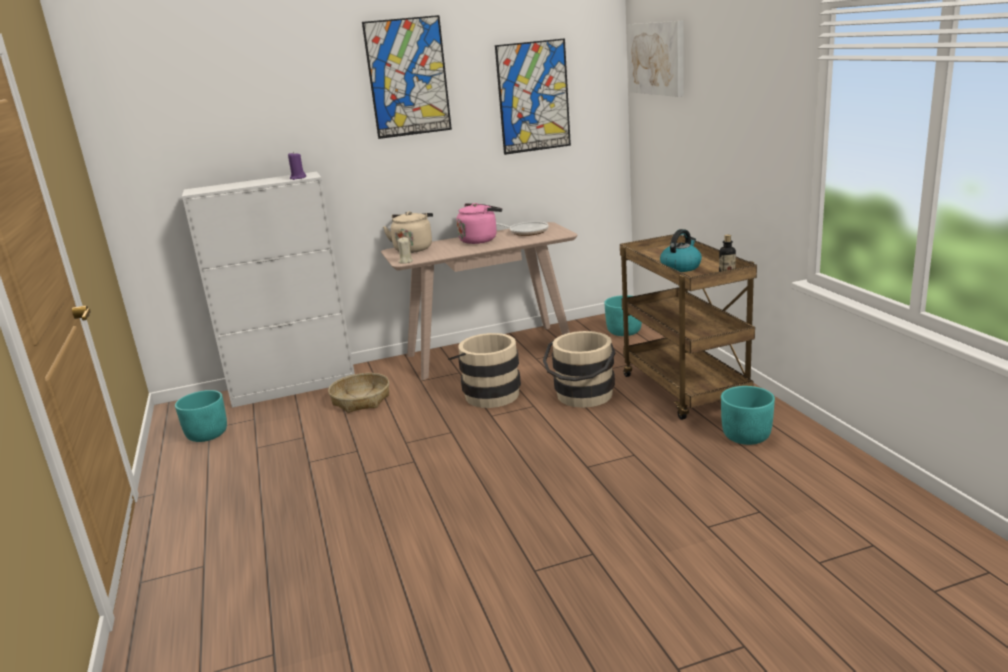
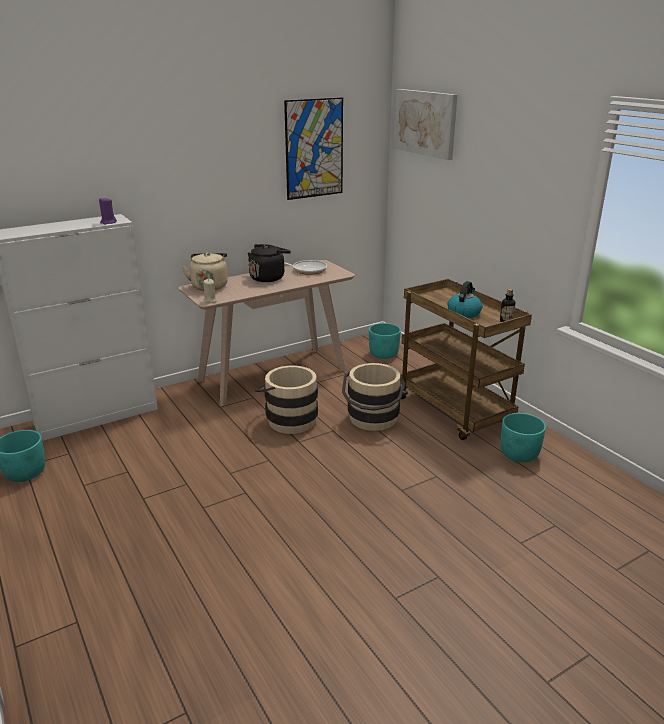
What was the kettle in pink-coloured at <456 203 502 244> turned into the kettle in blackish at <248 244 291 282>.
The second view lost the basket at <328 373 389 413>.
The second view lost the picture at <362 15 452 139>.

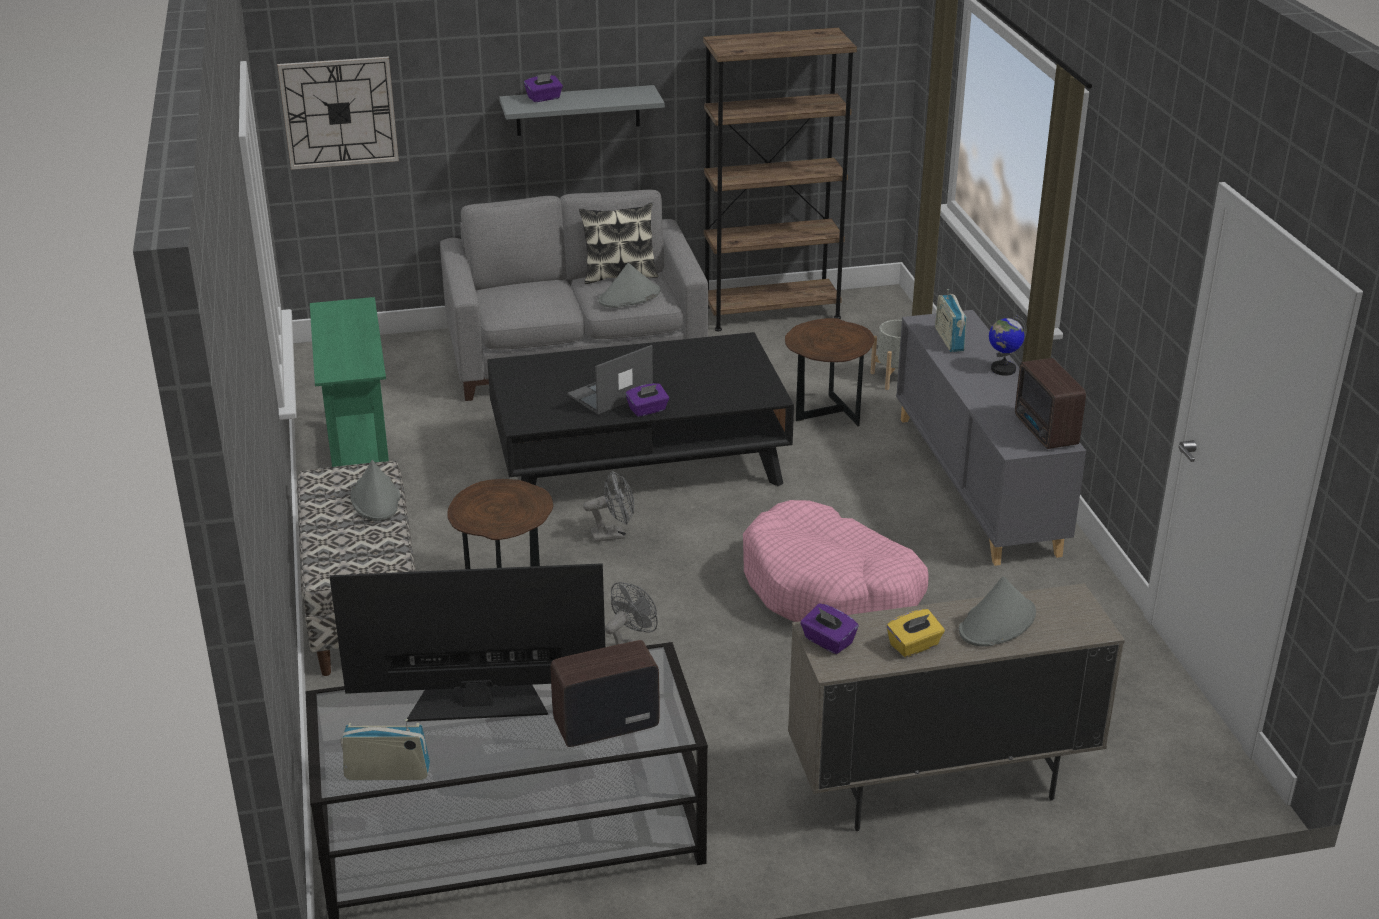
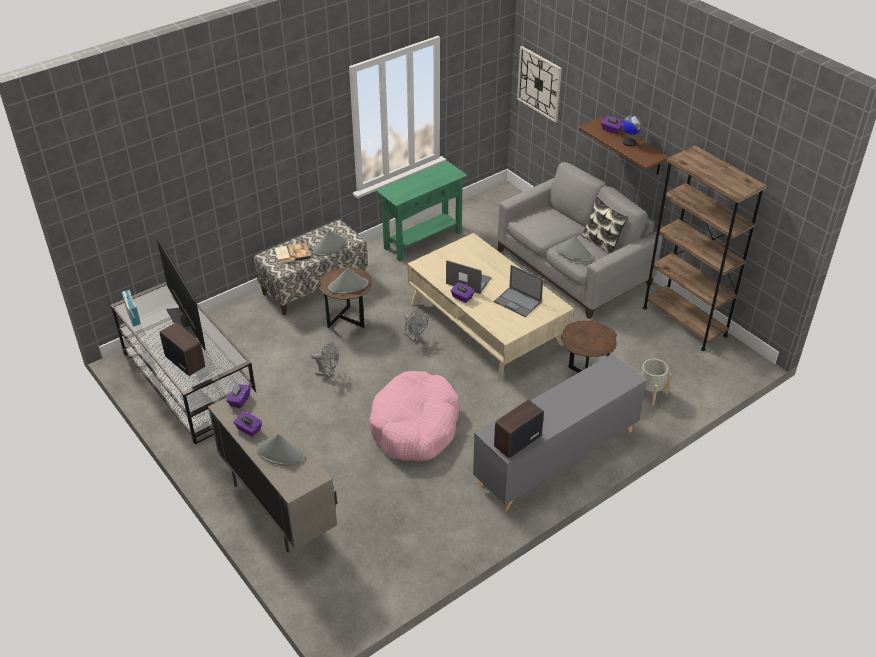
What was the box of tissues in yellowish at <887 609 945 657> turned into the box of tissues in purple at <234 411 262 437>.
The second view gained the bound book at <275 243 311 264>.
The second view gained the hat in gray at <328 268 368 294>.
What was the low table in blackish at <487 332 794 486> turned into the low table in sand-coloured at <407 233 574 381>.
The second view gained the notebook computer at <494 265 544 317>.
What was the wall shelf in gray at <499 85 665 136> turned into the wall shelf in brown-coloured at <579 117 669 175>.
The globe ended up elsewhere, having gone from <989 315 1027 376> to <623 115 643 147>.
The second view lost the radio set at <935 289 966 352>.

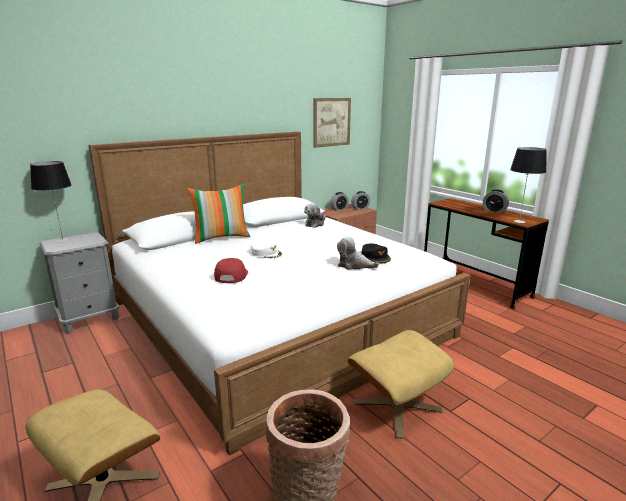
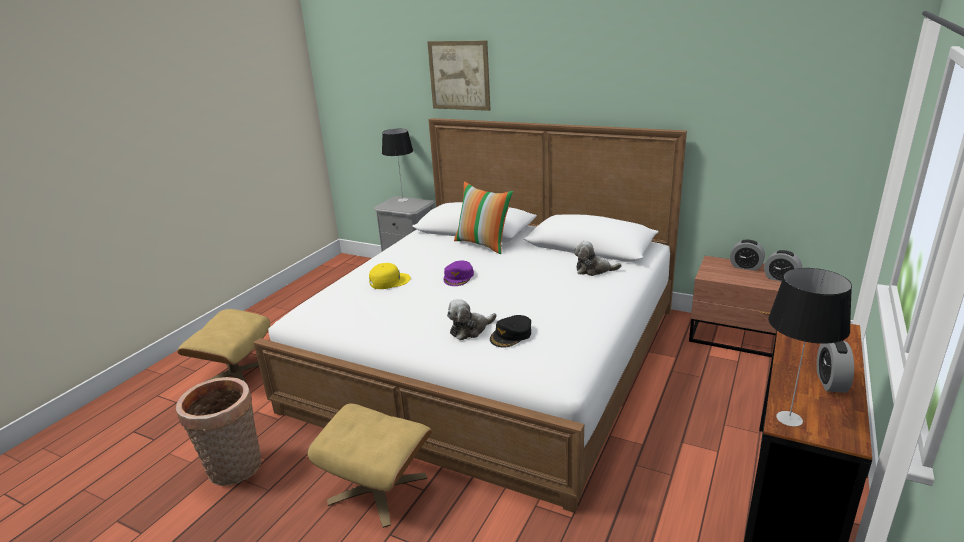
What was the peaked cap in red-coloured at <214 258 248 283> turned into the peaked cap in yellowish at <369 263 411 289>.
The picture ended up elsewhere, having gone from <314 98 351 148> to <428 41 491 111>.
What was the peaked cap in whitish at <251 241 282 259> turned into the peaked cap in purple at <444 261 474 286>.
The plush toy at <337 237 379 269> ended up facing another way, 120 degrees counterclockwise from before.

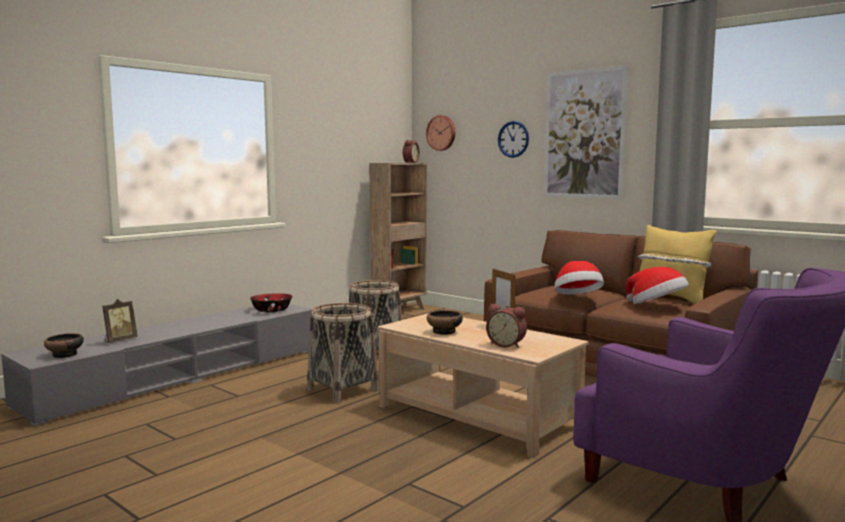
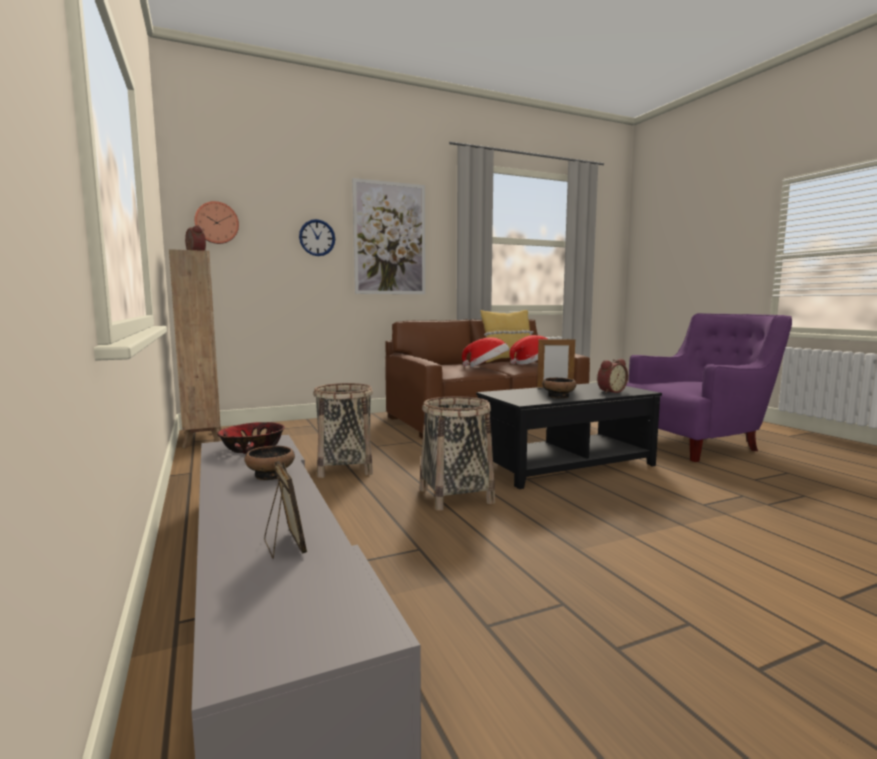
The bowl ended up elsewhere, having gone from <44 333 84 358> to <244 446 295 480>.
What was the low table in sand-coloured at <377 314 589 458> turned into the low table in blackish at <476 383 662 489>.

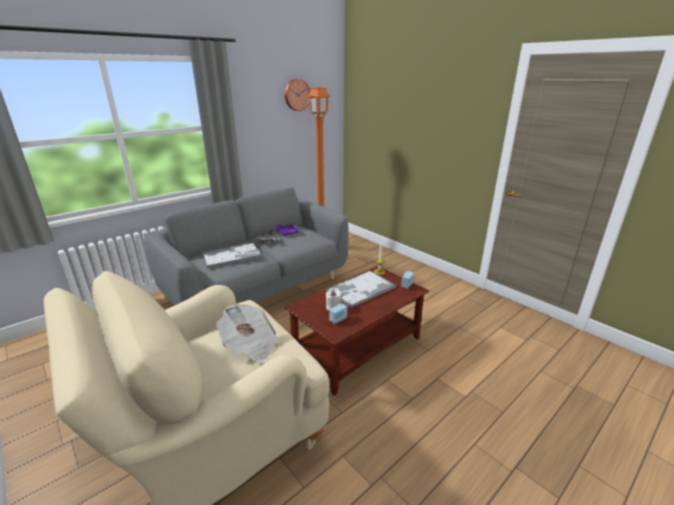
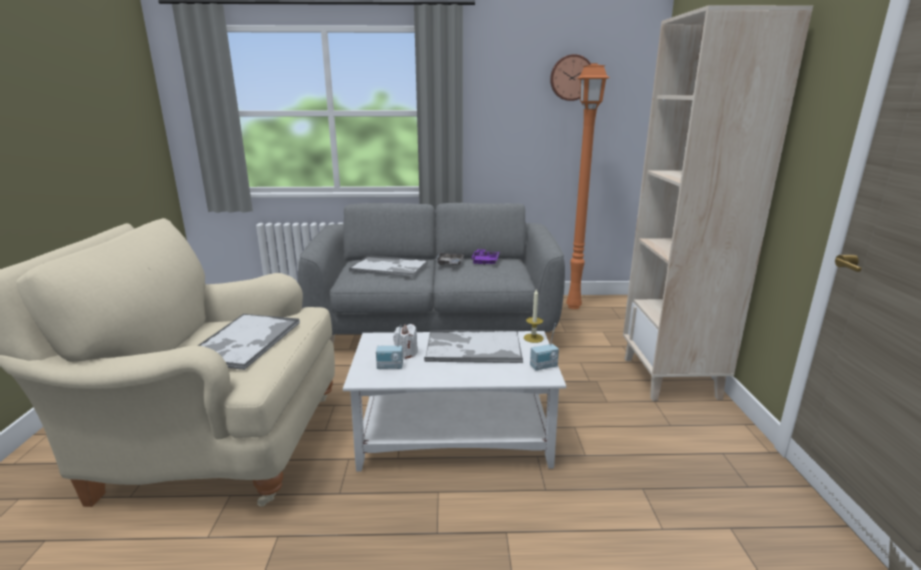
Where the daily paper stood at <216 305 279 363>, the serving tray came to stand at <197 314 300 370>.
What was the low table in brown-coloured at <285 266 429 396> turned into the low table in whitish at <343 331 566 472>.
The second view gained the bookcase in sand-coloured at <623 5 813 401>.

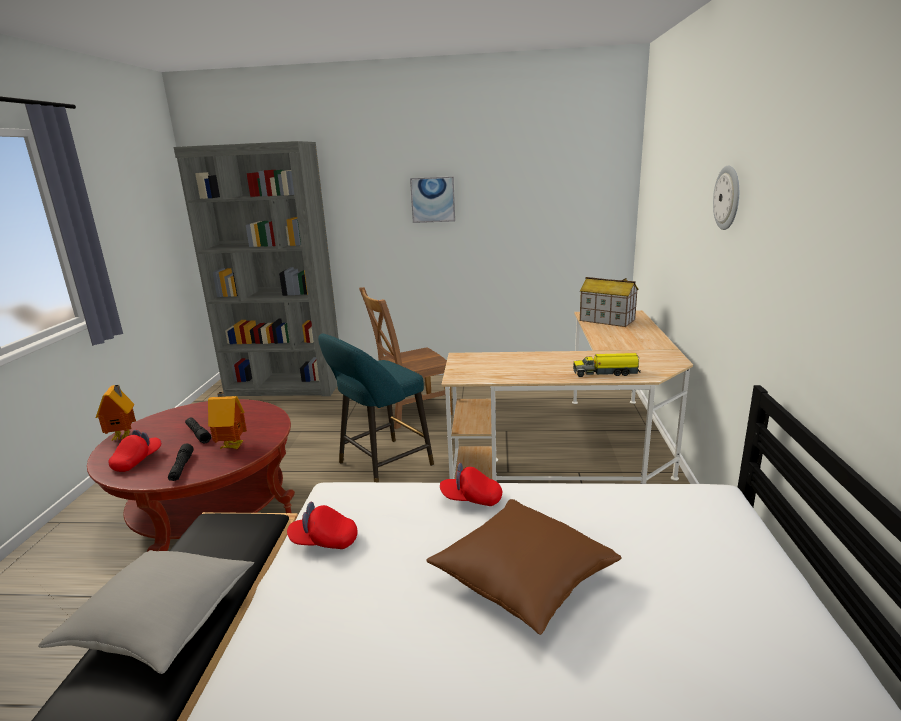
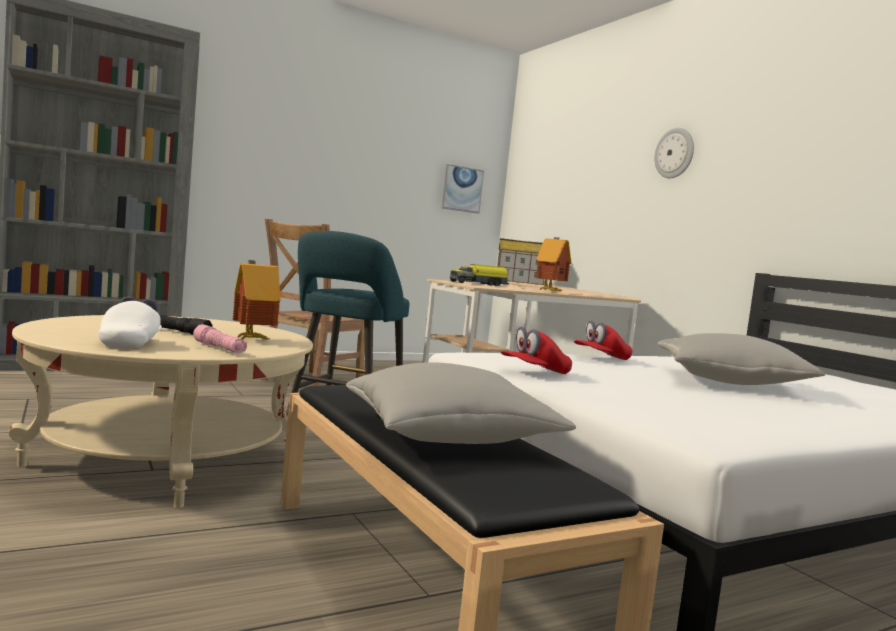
What was the low table in red-coloured at <87 399 295 552> turned into the low table in sand-coloured at <8 315 313 508>.
What was the peaked cap in red-coloured at <108 430 161 472> turned into the peaked cap in whitish at <99 296 162 349>.
What was the torch in blackish at <168 444 194 481> turned into the torch in pink-coloured at <193 324 247 353>.
The picture ended up elsewhere, having gone from <410 177 455 223> to <441 164 484 213>.
The model truck ended up elsewhere, having gone from <573 353 641 377> to <450 264 509 286>.
The miniature house ended up elsewhere, having gone from <96 385 136 441> to <536 237 572 291>.
What was the throw pillow in brown-coloured at <427 499 621 635> turned into the throw pillow in gray at <658 333 825 385>.

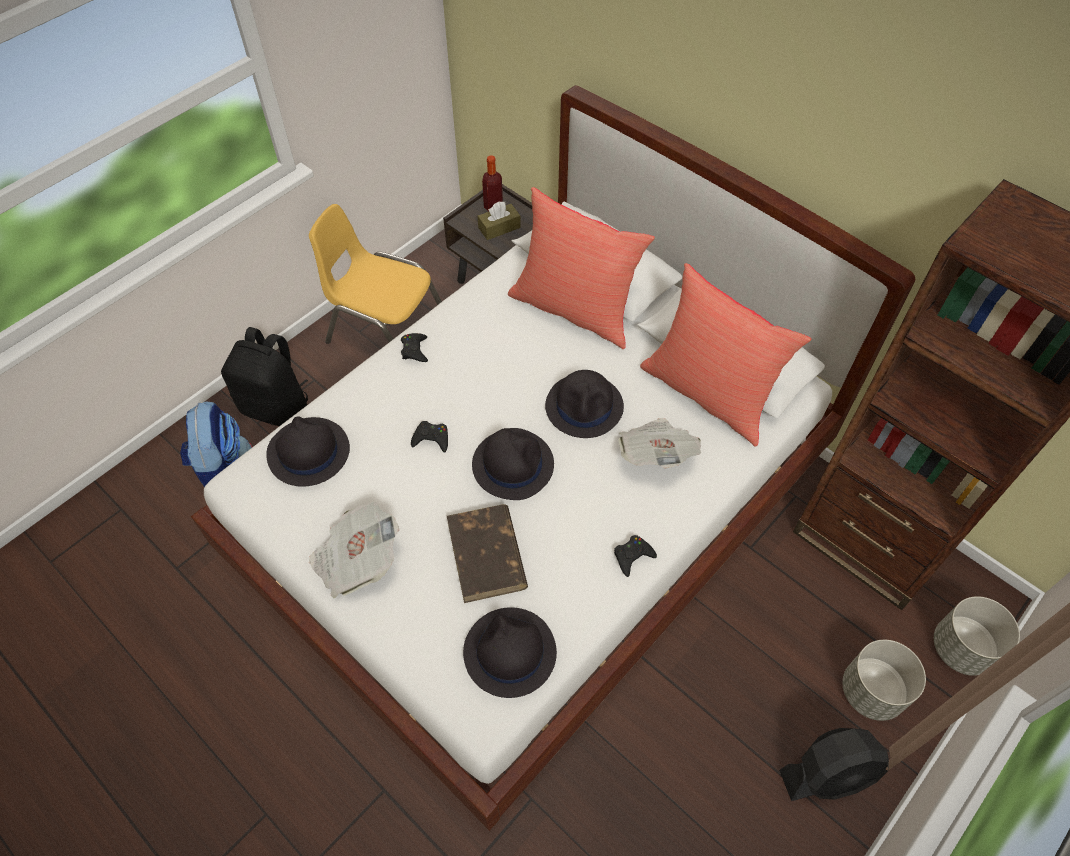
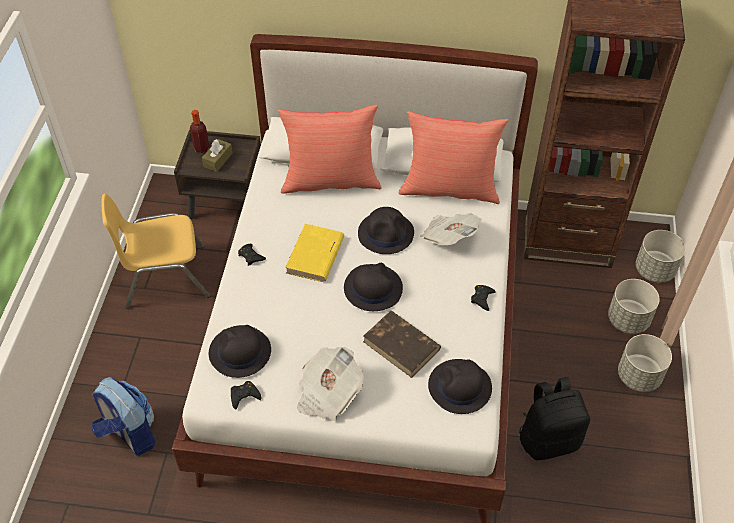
The game controller in blackish ended up elsewhere, having gone from <411 421 448 452> to <231 381 261 409>.
The second view gained the bound book in yellowish at <285 224 344 282>.
The knapsack in blackish ended up elsewhere, having gone from <221 327 308 426> to <519 377 590 461>.
Where the electric fan in blackish stood at <779 728 889 801>, the plant pot in gray came to stand at <618 334 672 392>.

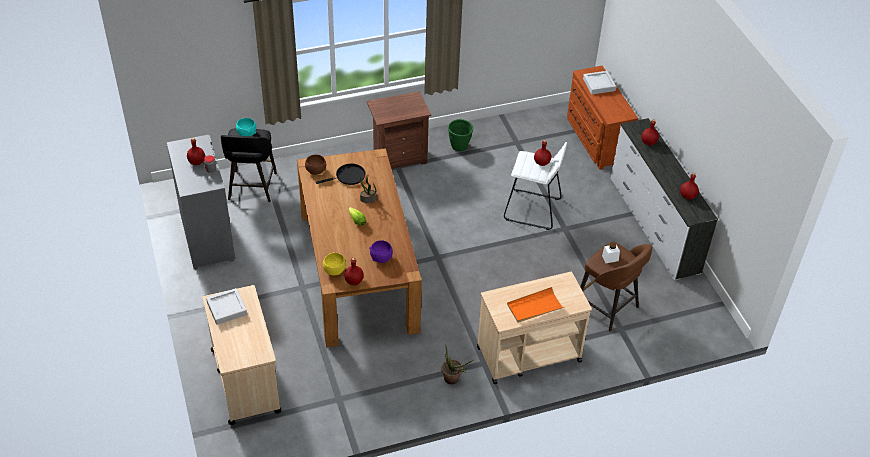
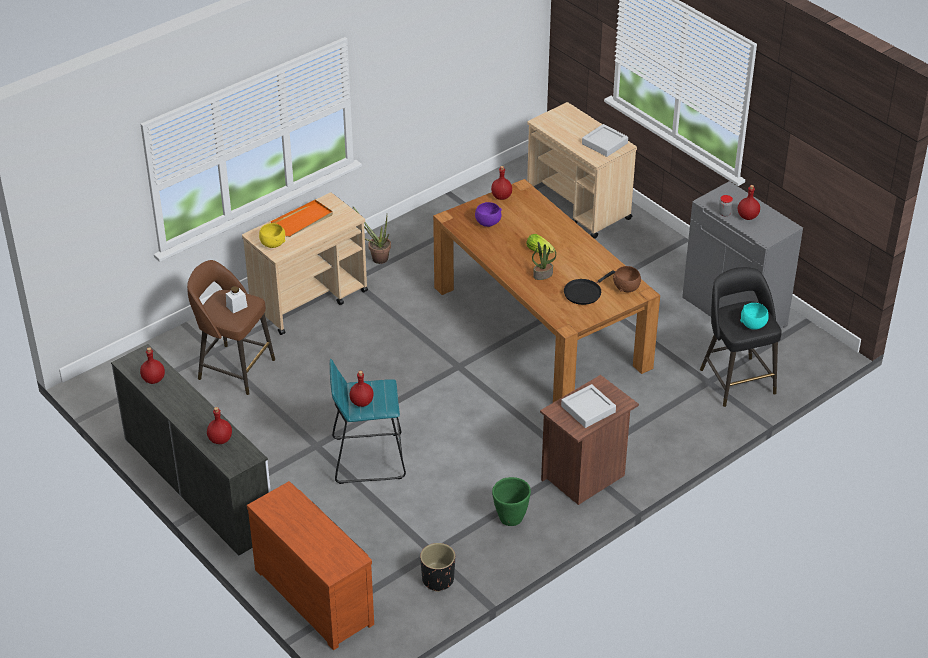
The bowl in yellowish ended up elsewhere, having gone from <323 252 346 276> to <259 223 286 248>.
What was the sitting stool in whitish at <504 142 567 230> turned into the sitting stool in turquoise at <330 359 406 484>.
The second view gained the plant pot in blackish at <420 543 455 592>.
The serving tray in gray ended up elsewhere, having gone from <583 71 616 94> to <561 384 616 428>.

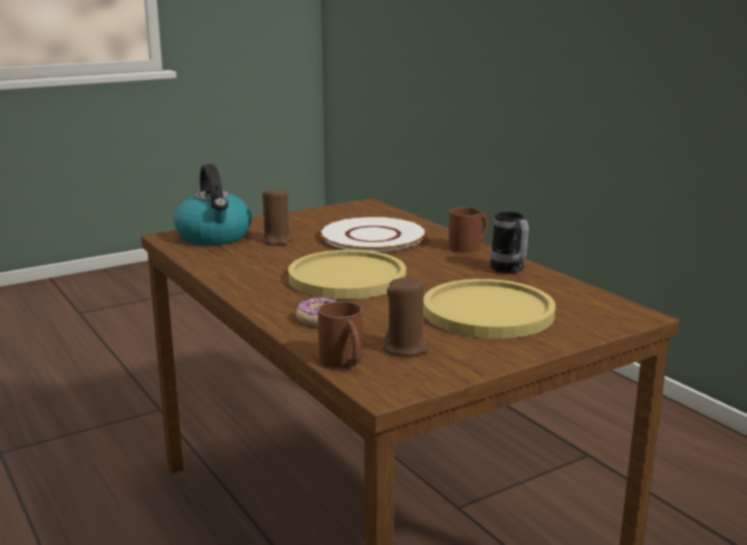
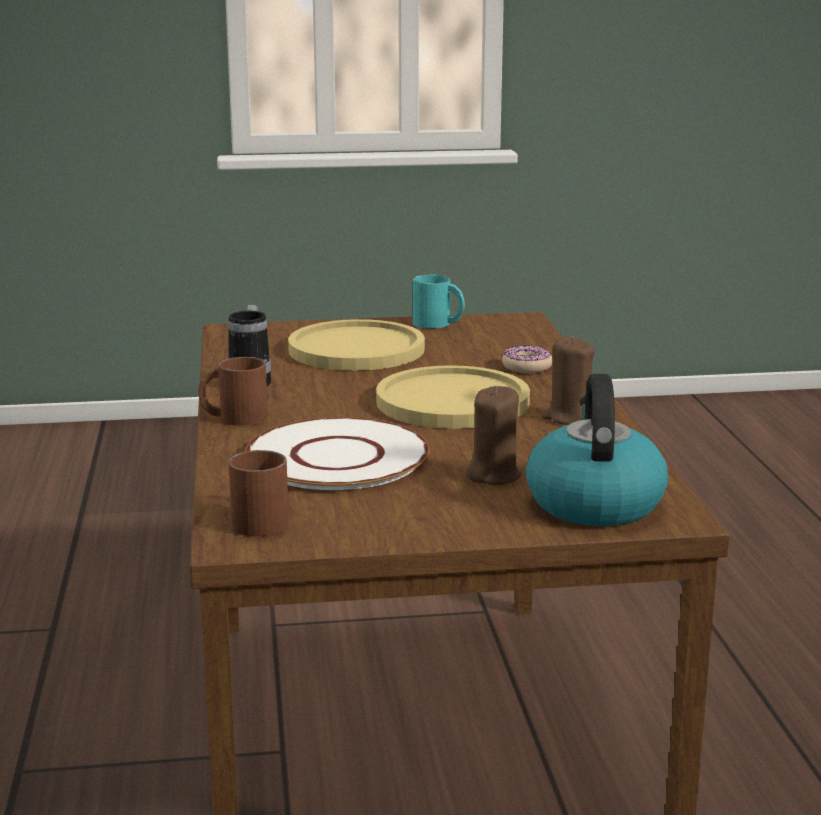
The coffee mug in brown-coloured ended up elsewhere, having gone from <318 301 363 368> to <229 450 289 536>.
The second view gained the coffee mug in turquoise at <413 274 465 328>.
The wax candle in brown-coloured ended up elsewhere, having gone from <383 275 429 356> to <541 336 595 425>.

